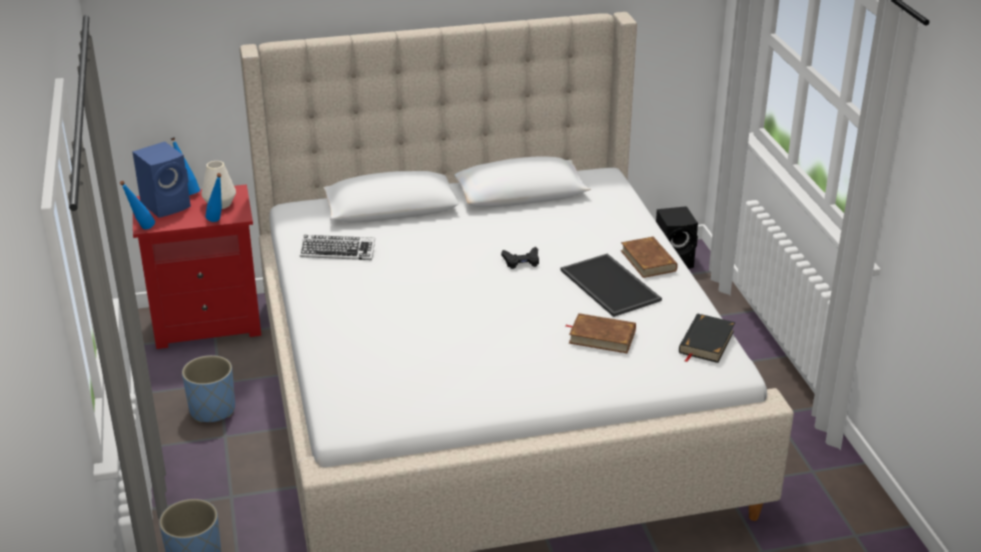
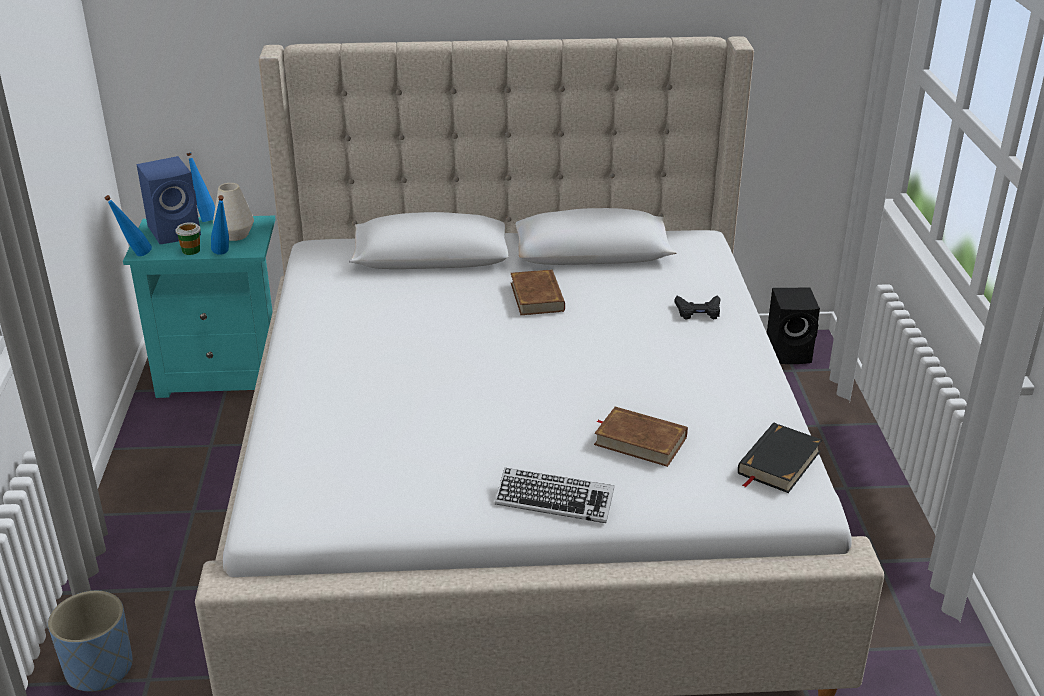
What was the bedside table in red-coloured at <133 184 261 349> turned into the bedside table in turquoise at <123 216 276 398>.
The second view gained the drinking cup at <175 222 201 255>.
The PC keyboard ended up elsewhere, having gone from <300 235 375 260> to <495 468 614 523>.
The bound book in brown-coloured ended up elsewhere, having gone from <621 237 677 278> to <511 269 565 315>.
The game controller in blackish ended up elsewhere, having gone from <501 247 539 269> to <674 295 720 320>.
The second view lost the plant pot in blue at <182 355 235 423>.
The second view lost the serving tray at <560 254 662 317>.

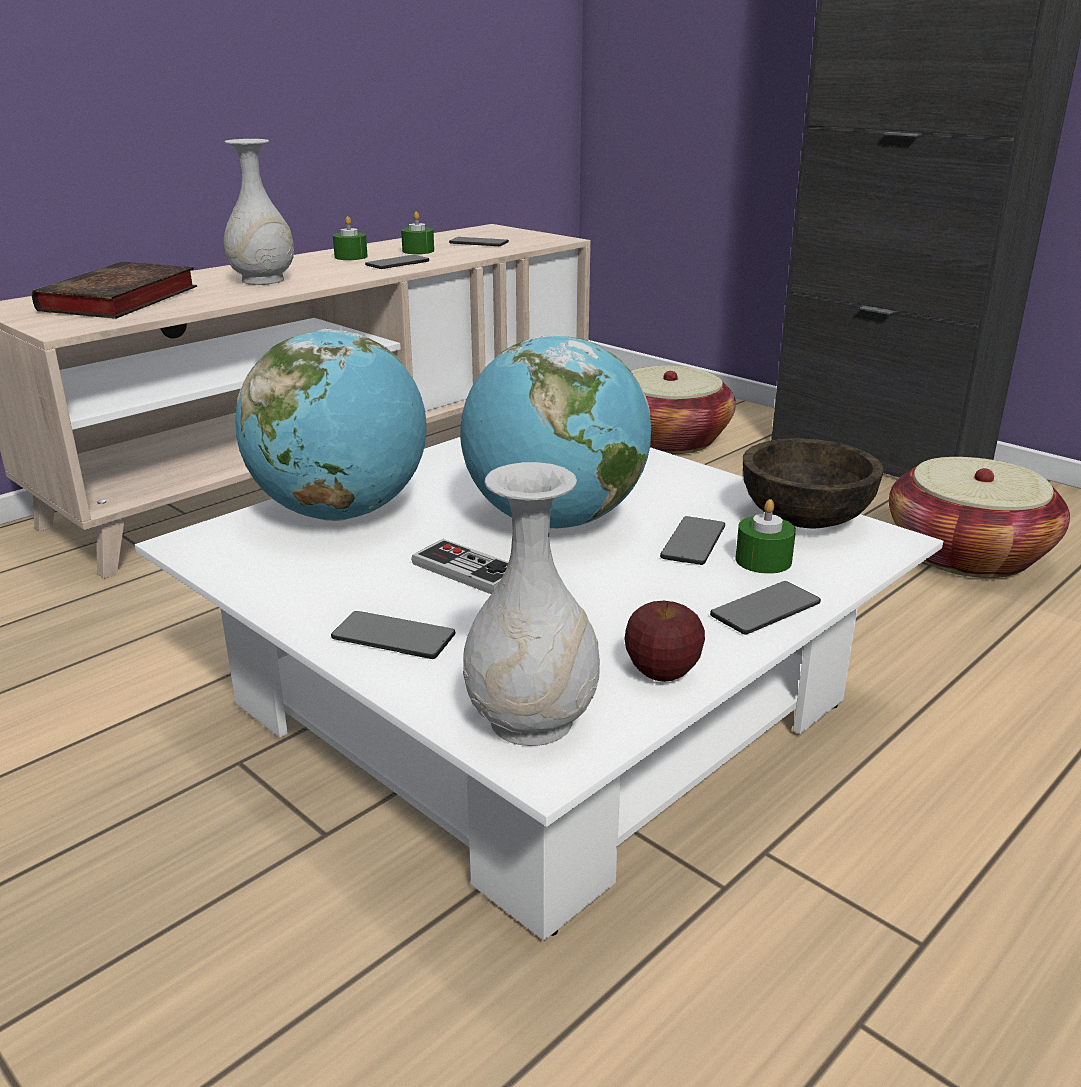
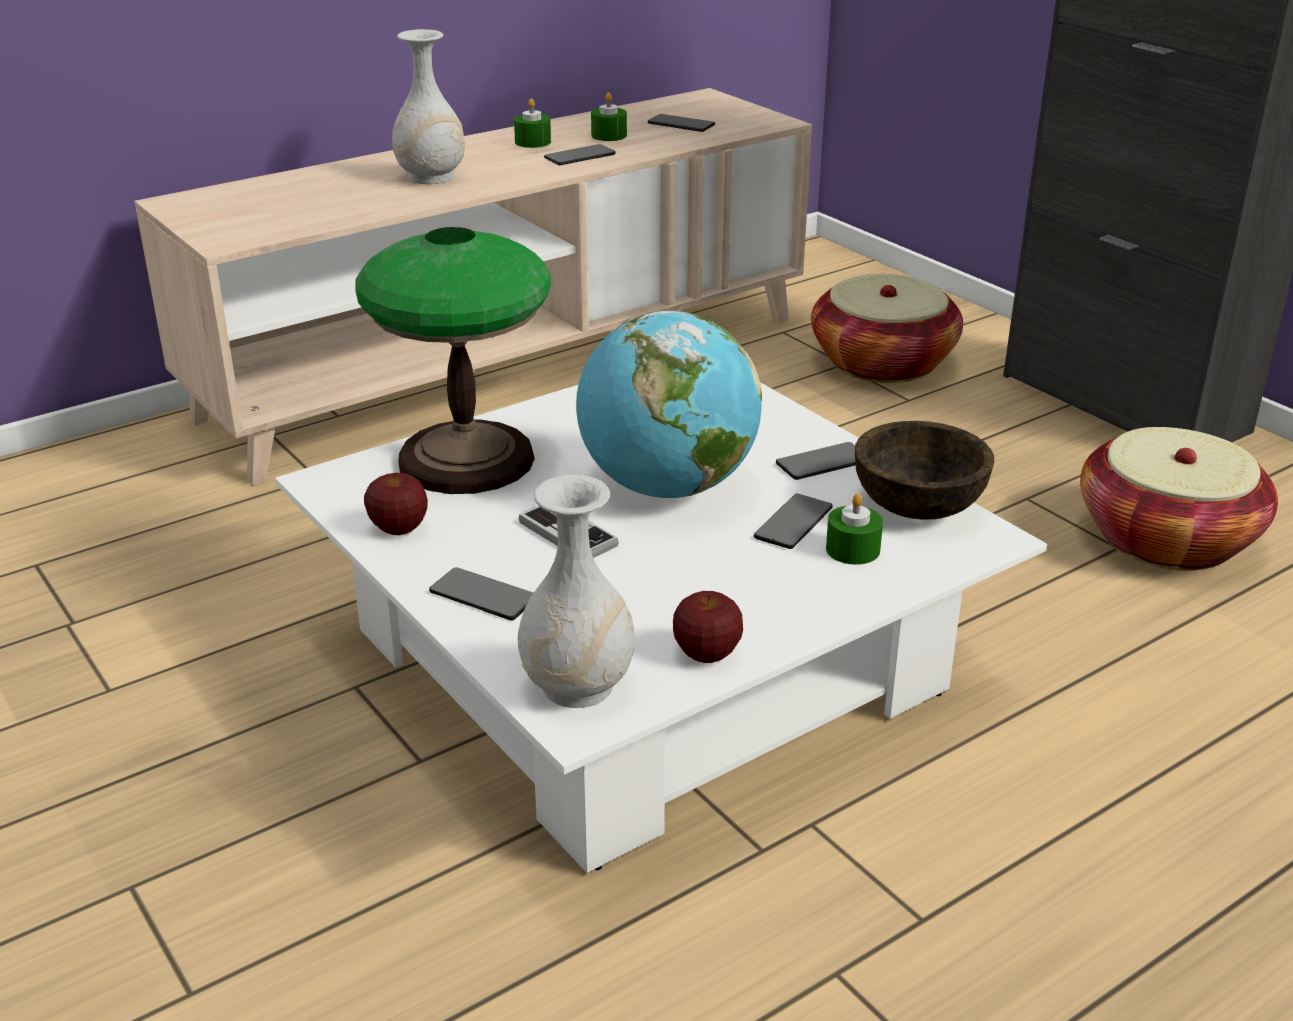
Where the globe stood at <235 329 426 521>, the lamp for a table came to stand at <355 227 551 494>.
The second view gained the apple at <364 473 428 535>.
The handset ended up elsewhere, having gone from <710 581 821 635> to <776 442 856 480>.
The second view lost the bound book at <32 261 197 319>.

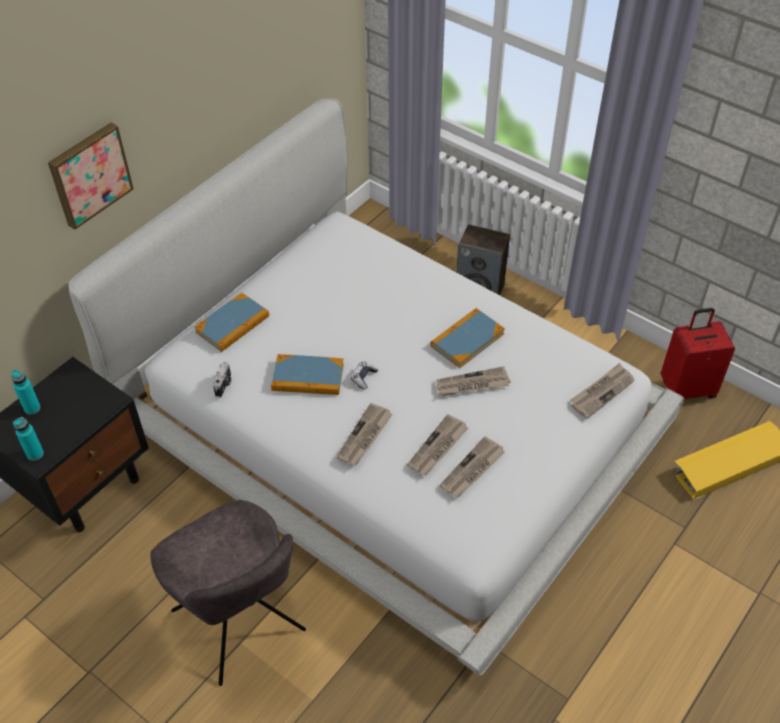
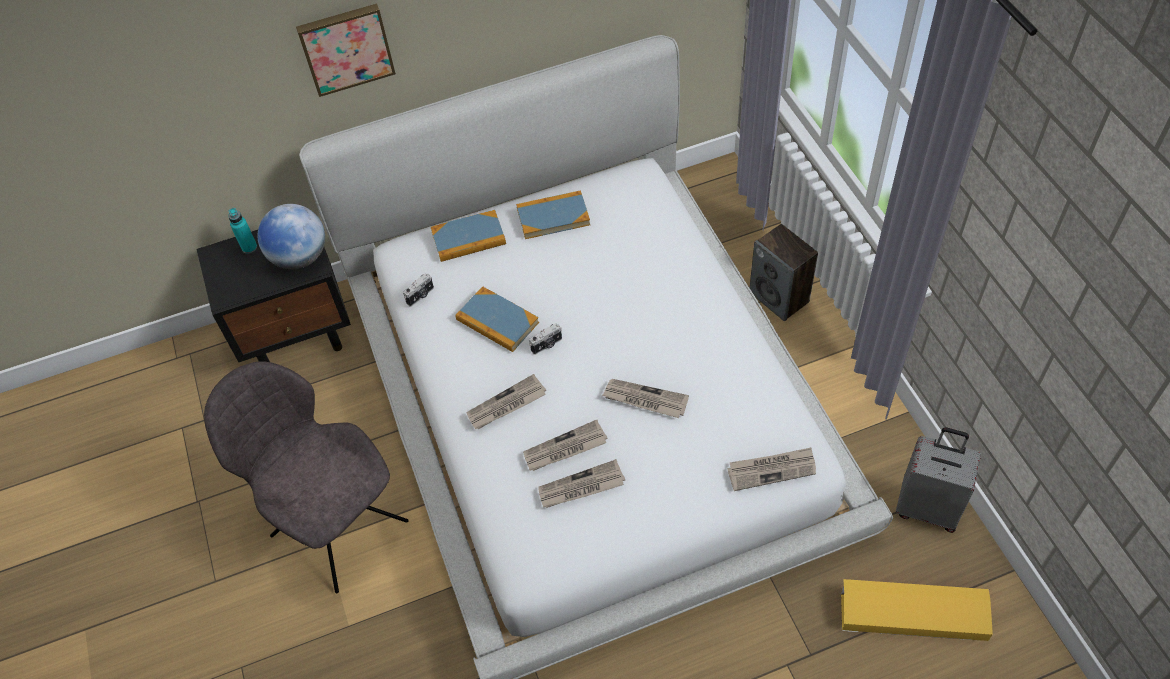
The upright chair in gray at <151 500 306 686> ended up facing another way, 135 degrees clockwise from before.
The second view gained the globe at <258 204 325 269>.
The bound book ended up elsewhere, having gone from <431 308 505 368> to <516 190 590 239>.
Where the game controller stood at <351 362 378 390>, the still camera came to stand at <529 323 562 355>.
What was the piece of luggage in red-coloured at <661 308 735 400> turned into the piece of luggage in gray at <896 427 981 533>.
The second view lost the drink bottle in turquoise at <13 417 44 461>.

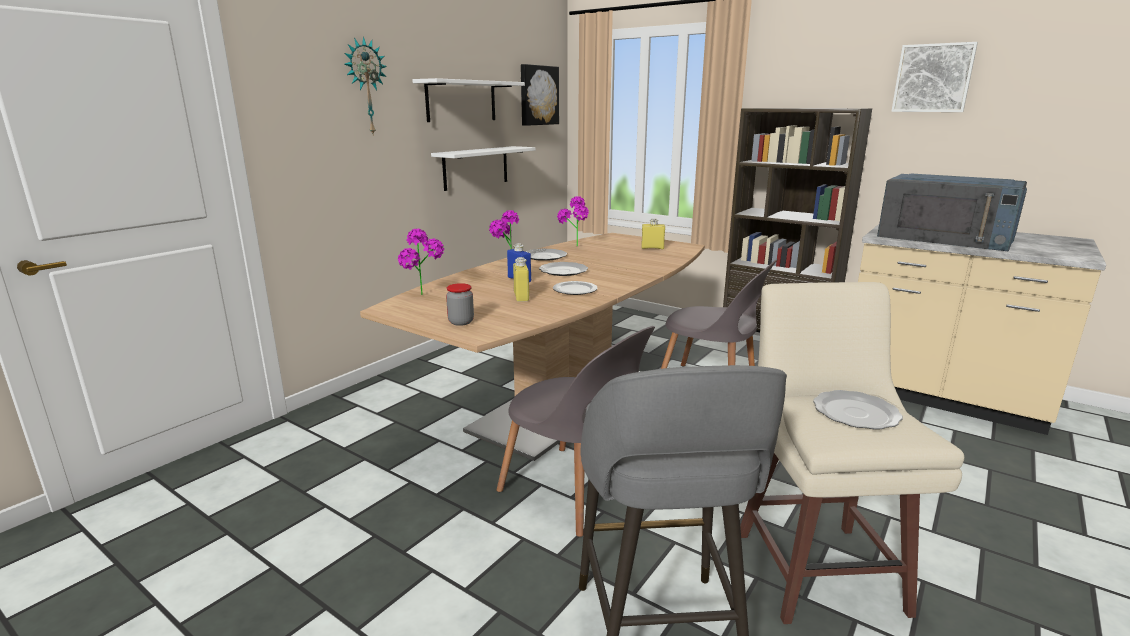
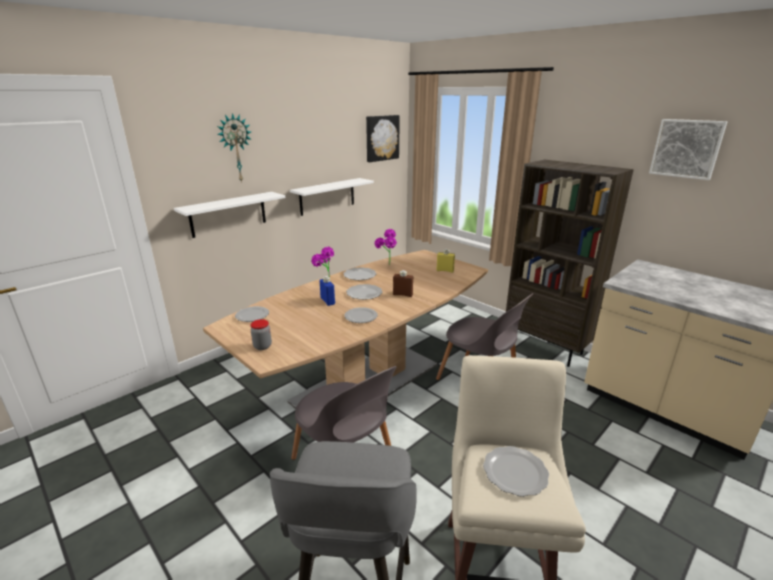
The wall shelf in whitish ended up elsewhere, having gone from <412 78 525 122> to <174 192 285 238>.
Where the plant in a pot stood at <398 229 444 295>, the plate came to stand at <235 306 269 322>.
The second view gained the drink bottle in brown-coloured at <393 270 413 297>.
The second view lost the drink bottle in yellowish at <513 257 529 302>.
The second view lost the microwave oven in blue at <877 173 1027 252>.

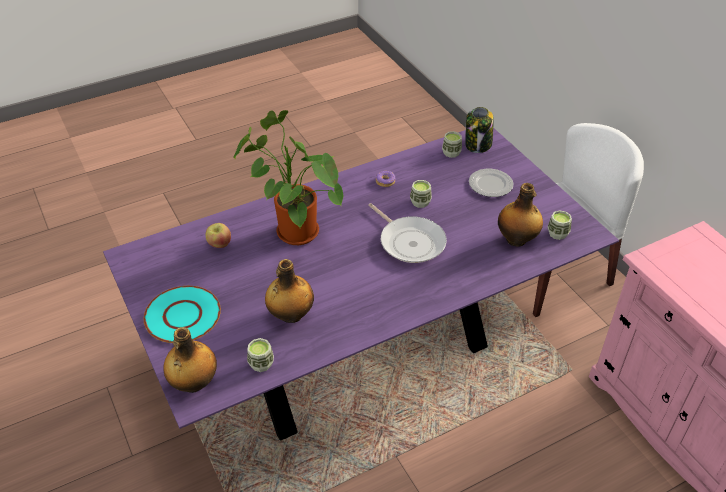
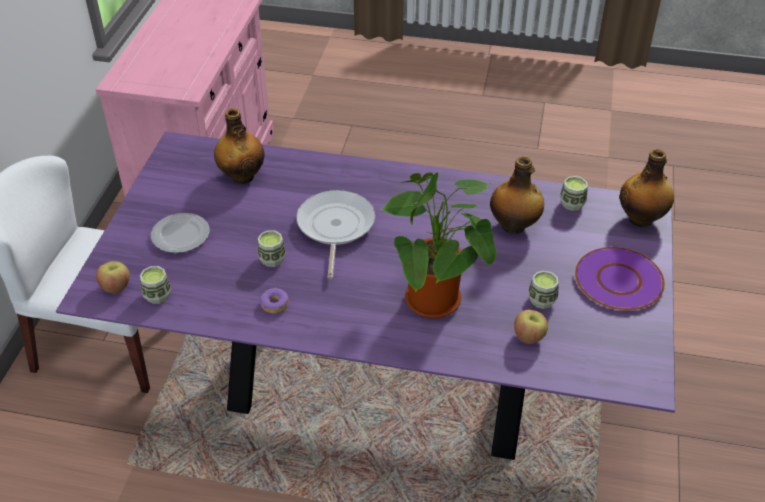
Where the storage jar stood at <465 107 494 153>, the apple came to stand at <96 261 130 293>.
The drinking cup ended up elsewhere, having gone from <548 210 572 240> to <528 270 559 309>.
What was the plate in turquoise at <144 286 221 343> turned into the plate in purple at <575 247 665 310>.

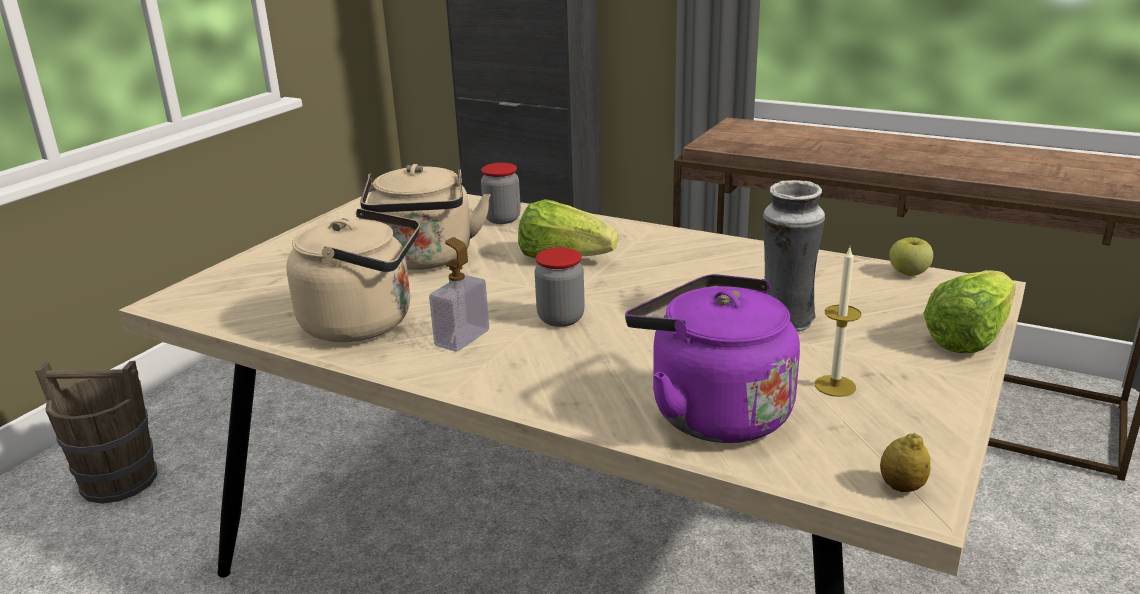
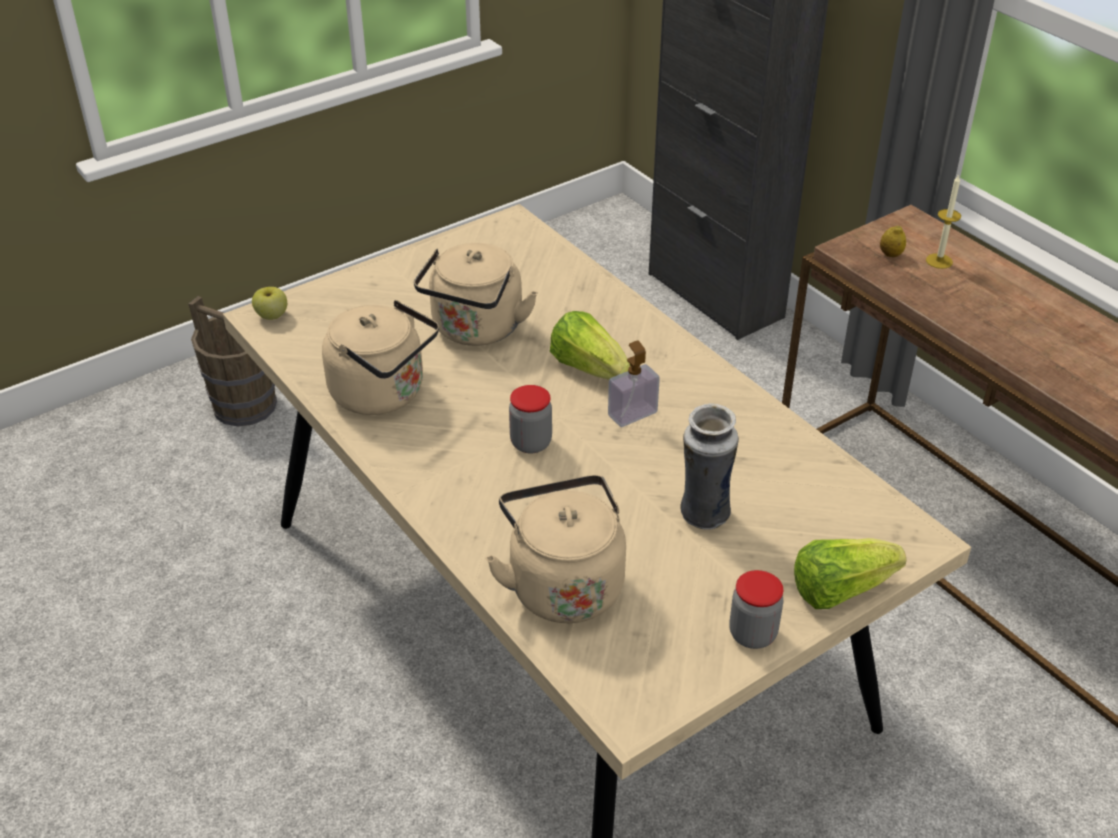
The apple ended up elsewhere, having gone from <889 237 933 276> to <252 287 287 320>.
What was the kettle in purple at <625 274 800 443> turned into the kettle in sand-coloured at <486 475 626 623>.
The liquid soap bottle ended up elsewhere, having gone from <429 237 489 352> to <608 340 660 427>.
The storage jar ended up elsewhere, having gone from <481 163 521 224> to <729 570 783 649>.
The citrus fruit ended up elsewhere, having gone from <880 433 930 492> to <880 226 906 257>.
The wax candle ended up elsewhere, having gone from <815 248 861 397> to <926 174 961 269>.

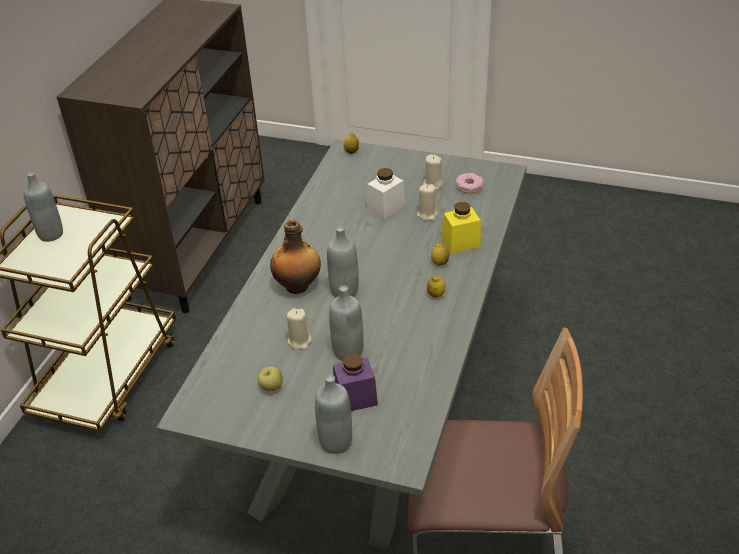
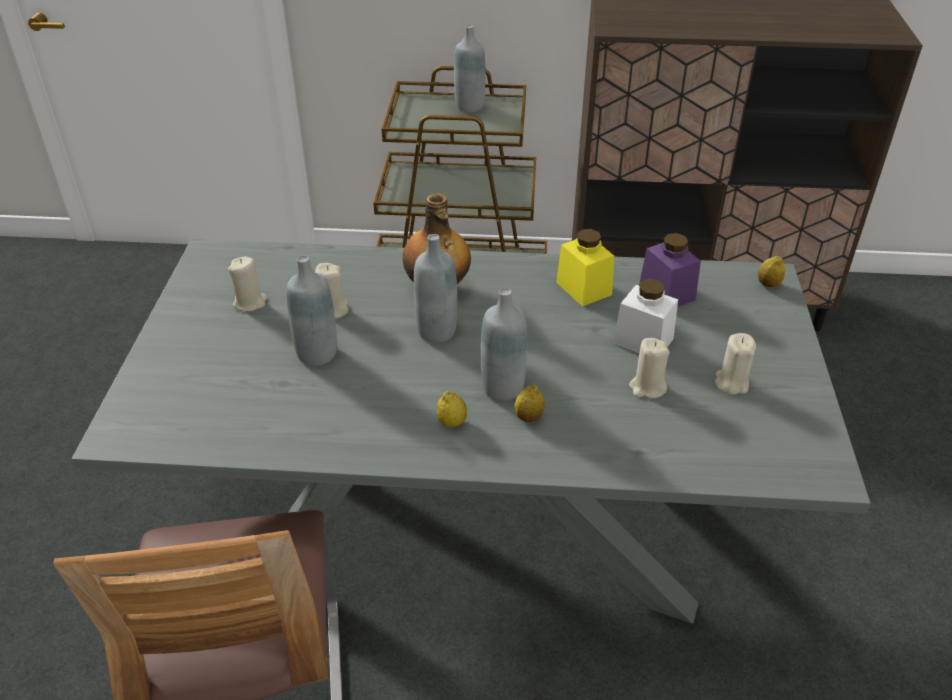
Where the apple stood at <258 366 283 391>, the wax candle in sand-coloured came to stand at <228 257 267 312>.
The drink bottle in gray ended up elsewhere, having gone from <315 375 352 454> to <481 288 527 401>.
The storage jar in yellowish ended up elsewhere, having gone from <442 202 481 254> to <556 229 614 306>.
The storage jar in purple ended up elsewhere, having gone from <333 354 378 411> to <639 233 701 307>.
The second view lost the ring doughnut at <456 173 484 194>.

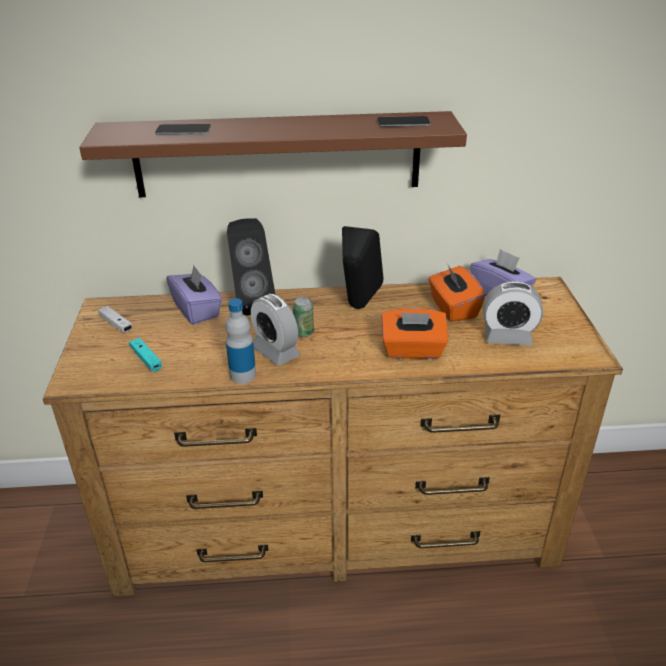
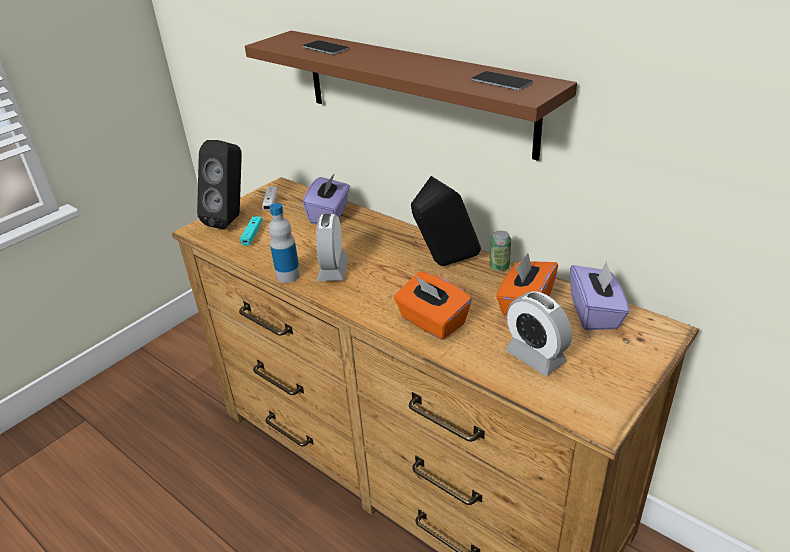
The speaker in blackish ended up elsewhere, having gone from <227 218 275 316> to <197 140 242 230>.
The sealed can ended up elsewhere, having gone from <293 297 314 337> to <490 231 511 271>.

